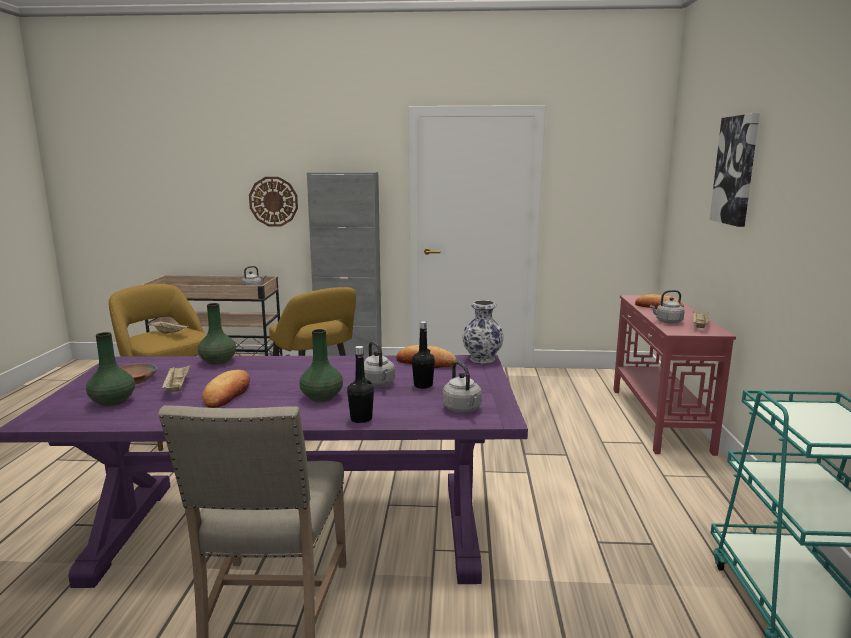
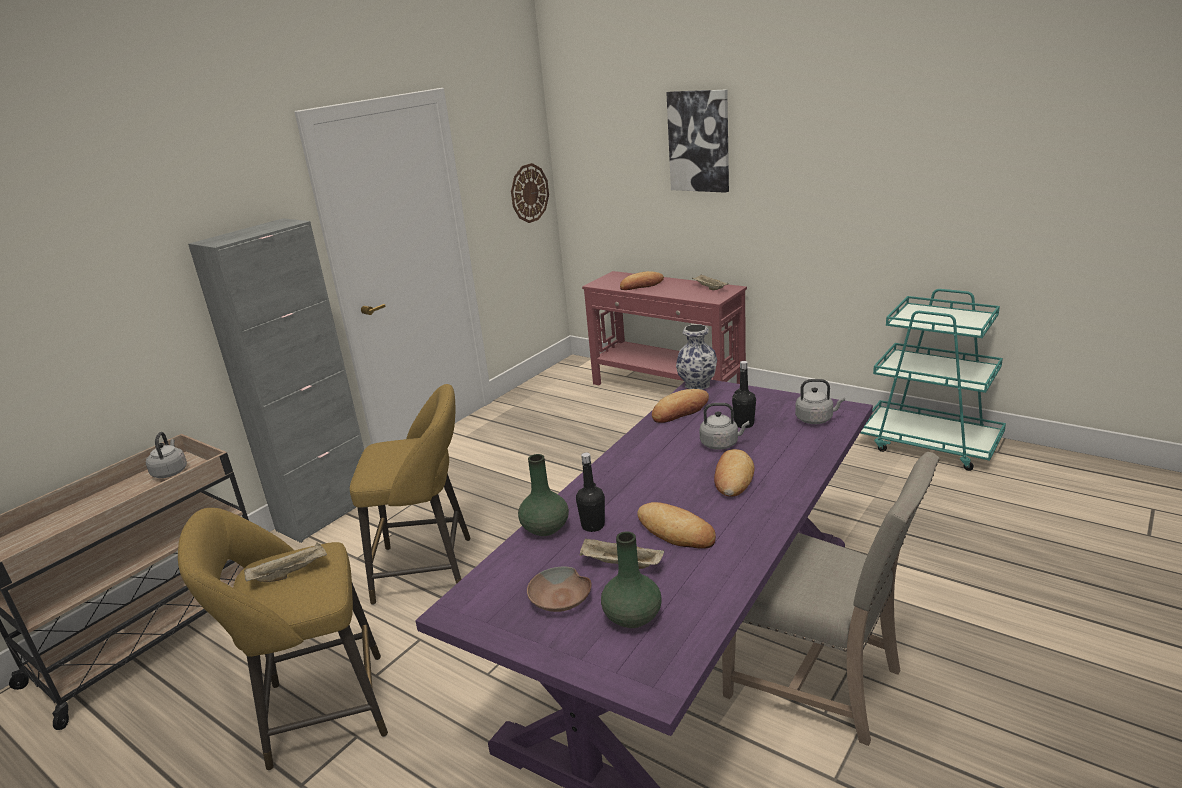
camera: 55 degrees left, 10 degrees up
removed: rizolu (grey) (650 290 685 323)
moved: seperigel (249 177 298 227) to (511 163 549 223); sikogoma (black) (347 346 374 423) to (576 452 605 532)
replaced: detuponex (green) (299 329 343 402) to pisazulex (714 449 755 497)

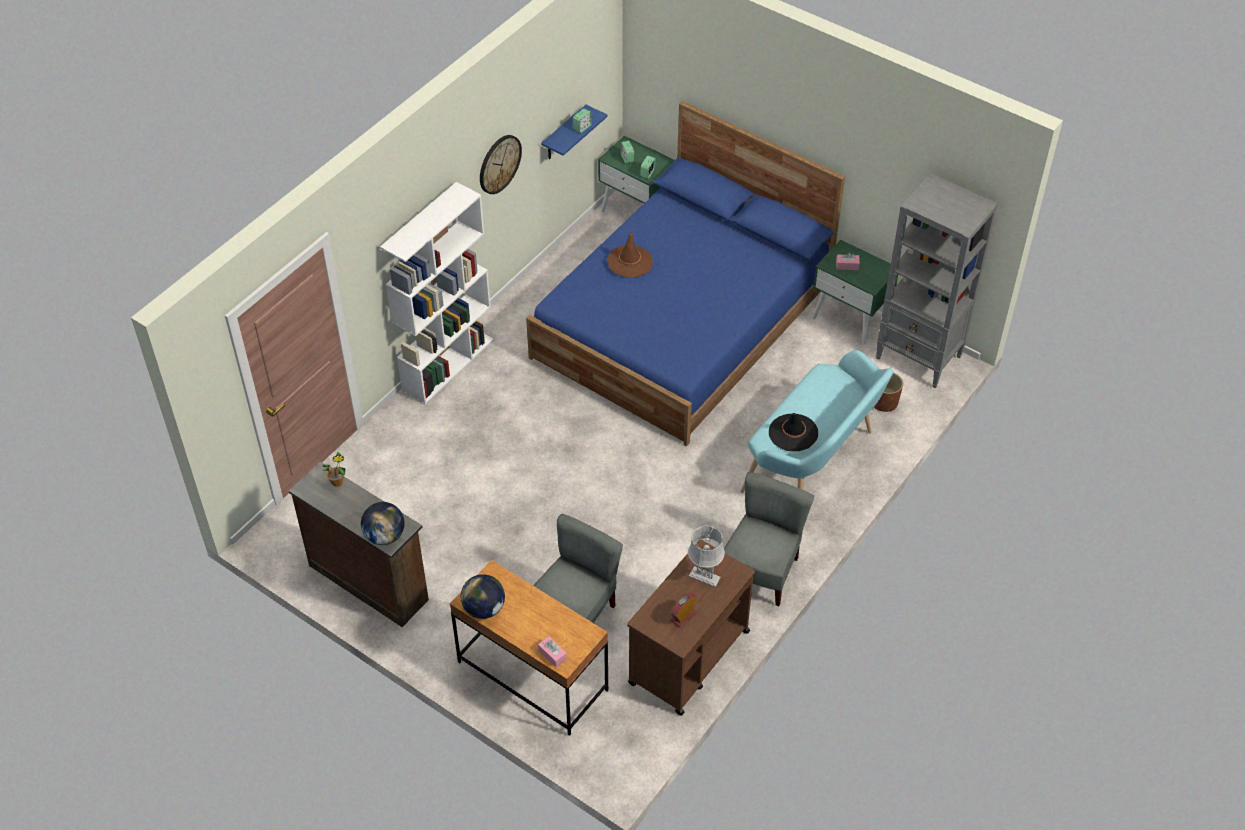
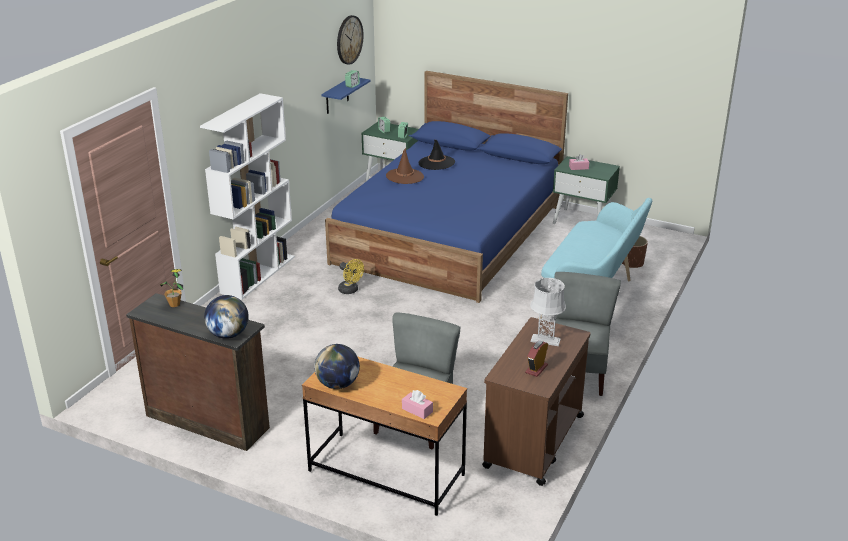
camera: 10 degrees left, 20 degrees down
removed: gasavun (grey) (876 173 998 388)
added: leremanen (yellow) (338 259 364 294)
moved: seperigel (480 135 522 194) to (337 15 364 65); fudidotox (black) (769 413 818 451) to (418 140 455 170)

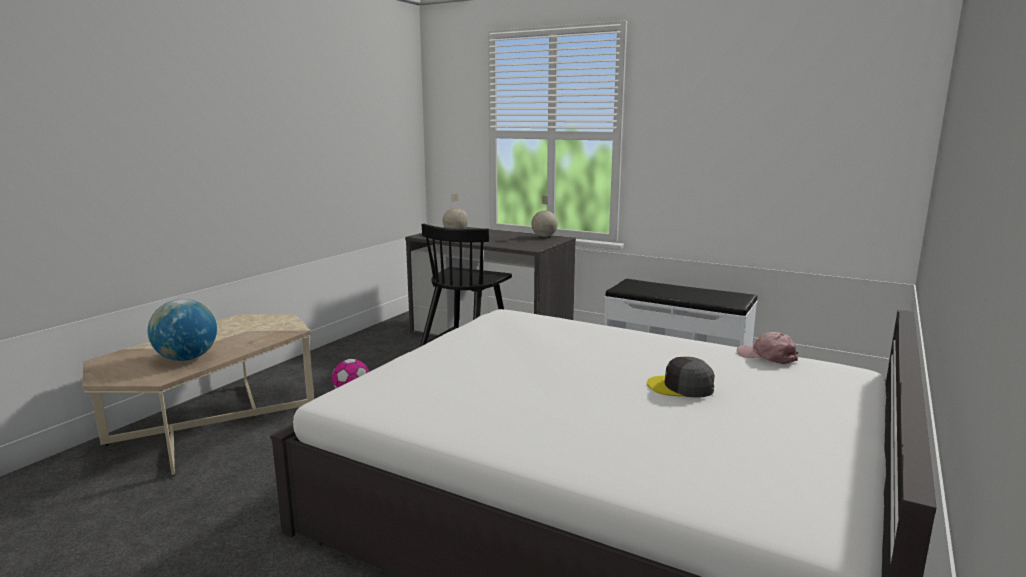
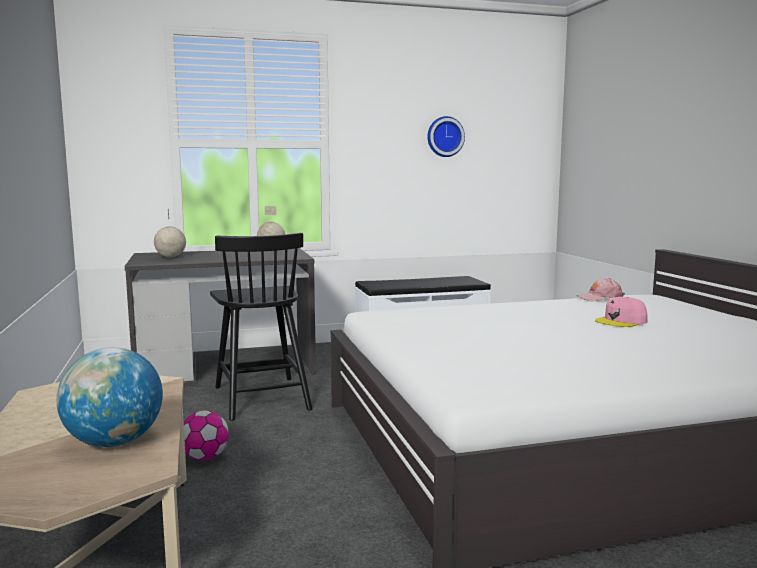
camera: 45 degrees left, 5 degrees down
added: seperigel (427 116 465 157)
recoloured: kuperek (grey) (647 357 715 398) to kuperek (pink) (595 297 648 327)

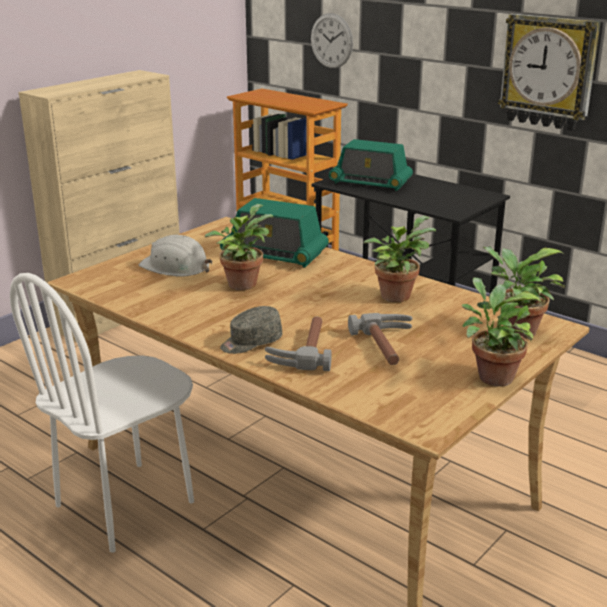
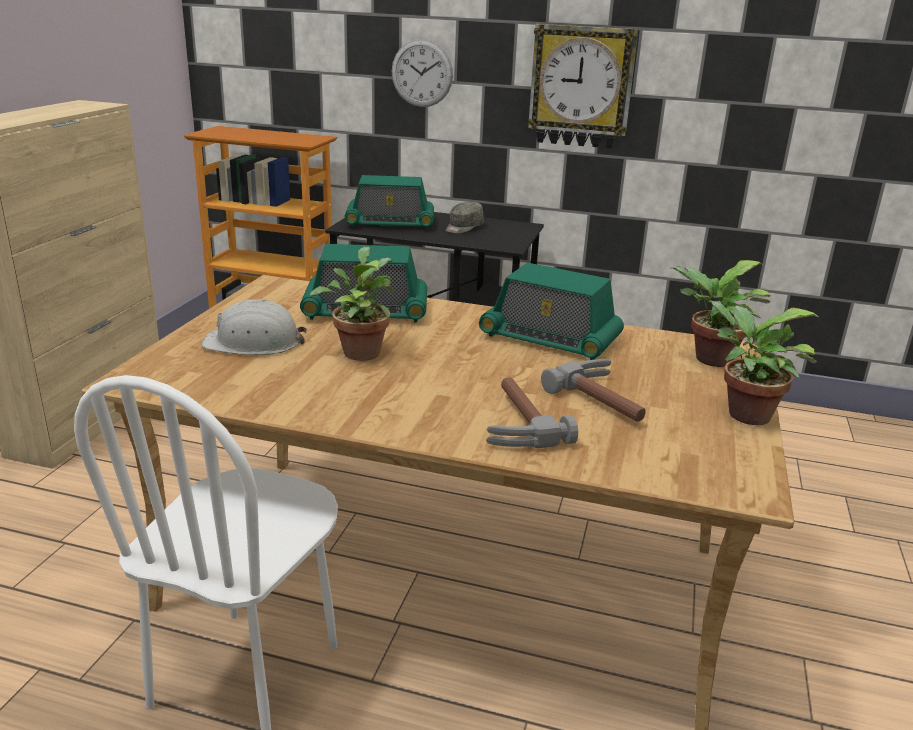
camera: 25 degrees left, 0 degrees up
moved: kuperek (grey) (220 306 282 354) to (446 202 484 234); seperigel (311 13 353 68) to (392 39 453 107)
replaced: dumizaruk (364 216 436 302) to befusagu (479 263 624 360)

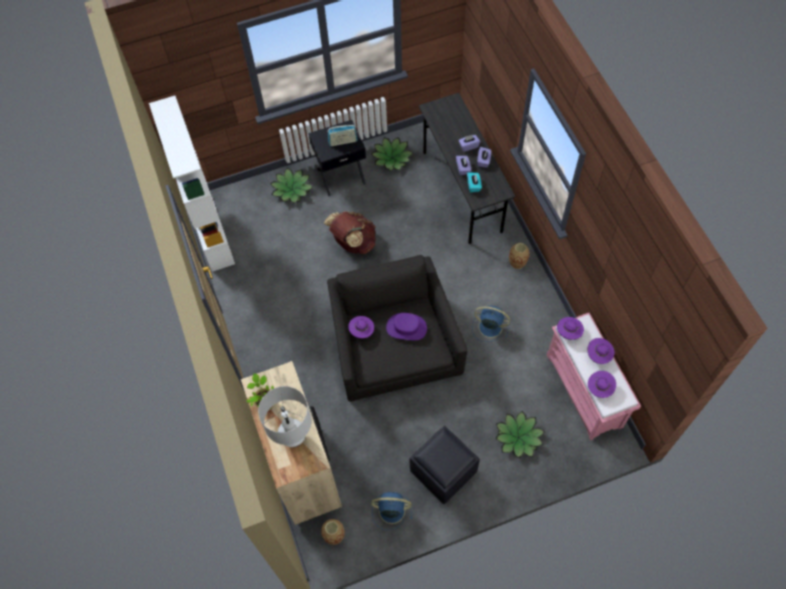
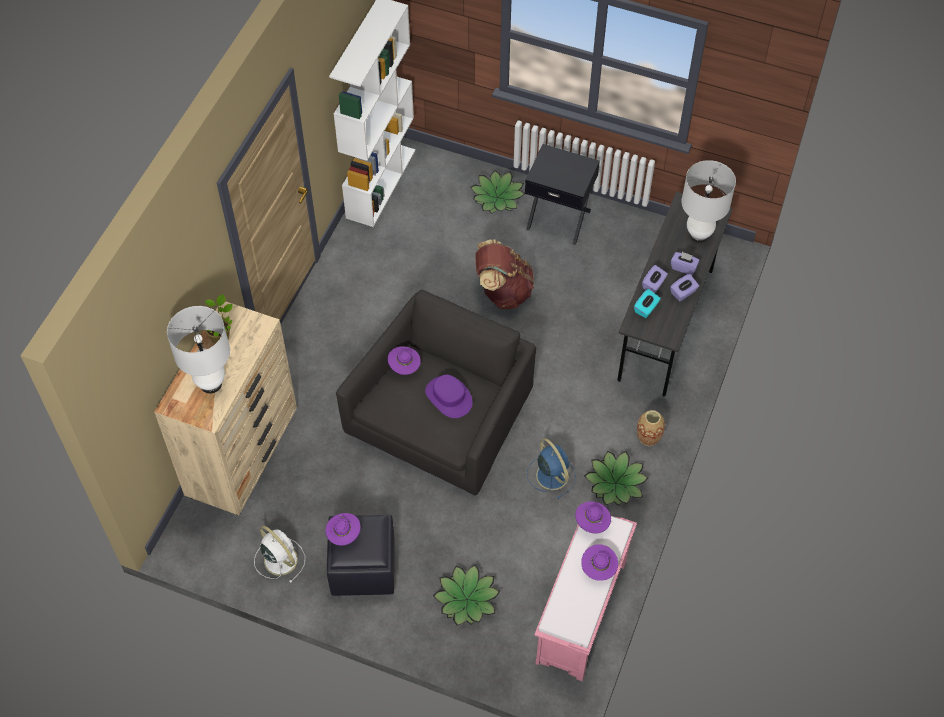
camera: 40 degrees right, 5 degrees down
removed: detuponex (321 519 345 545); befusagu (328 125 358 146)
added: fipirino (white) (681 160 736 243)
moved: dumizaruk (372 137 413 171) to (584 451 648 506); fudidotox (purple) (588 371 616 398) to (325 513 361 546)
recoloured: leremanen (blue) (371 492 412 530) to leremanen (white) (254 525 305 583)

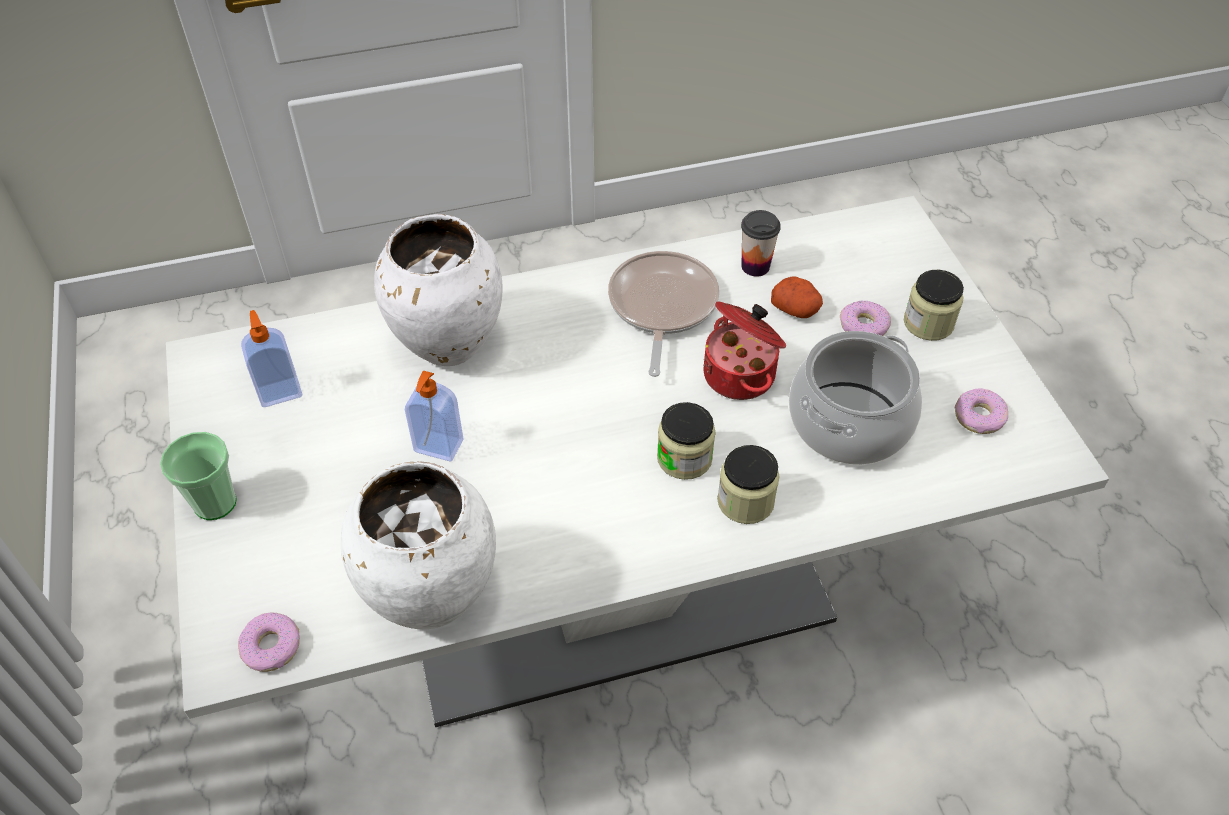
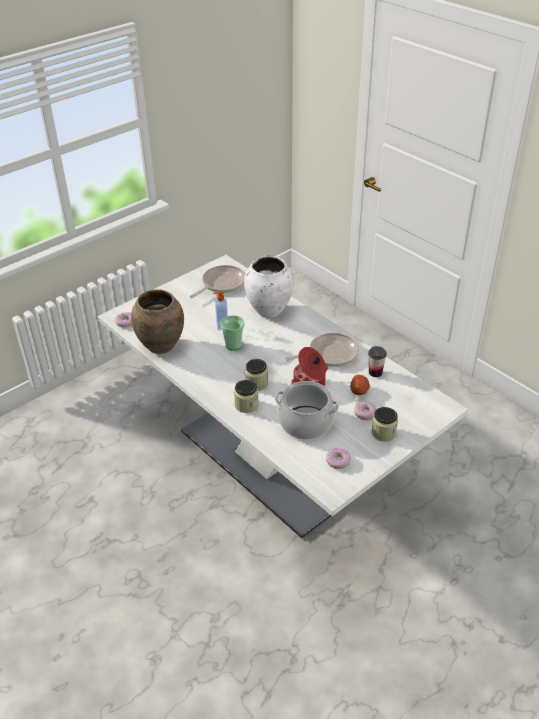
camera: 65 degrees right, 10 degrees down
moved: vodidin (160 432 237 520) to (220 315 245 350)
replaced: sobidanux (241 310 302 407) to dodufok (189 265 245 298)
recoloured: detuponex (white) (341 461 496 629) to detuponex (brown) (131 289 184 354)

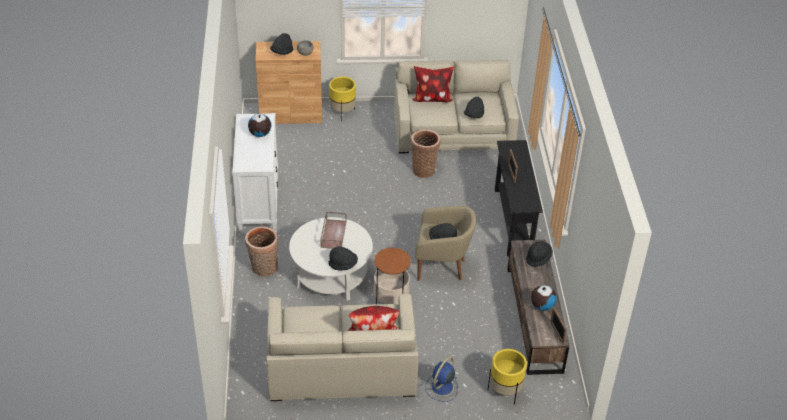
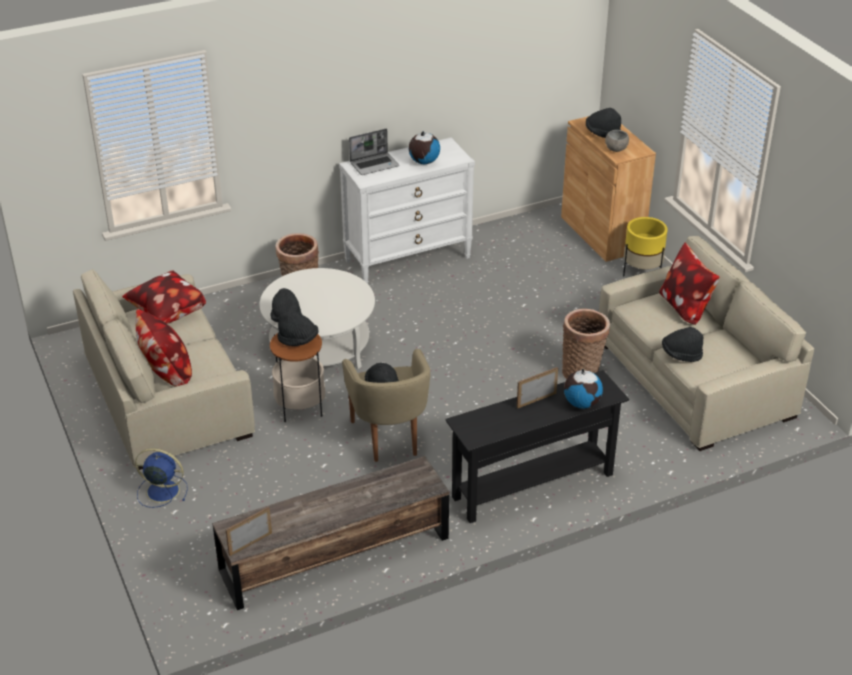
camera: 70 degrees right, 5 degrees down
removed: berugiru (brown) (320 211 347 249); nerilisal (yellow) (488 349 527 404)
added: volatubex (122 270 206 324); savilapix (349 129 399 175)
moved: fudidotox (black) (526 241 553 267) to (277 311 319 346); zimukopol (531 285 557 311) to (564 369 603 409)

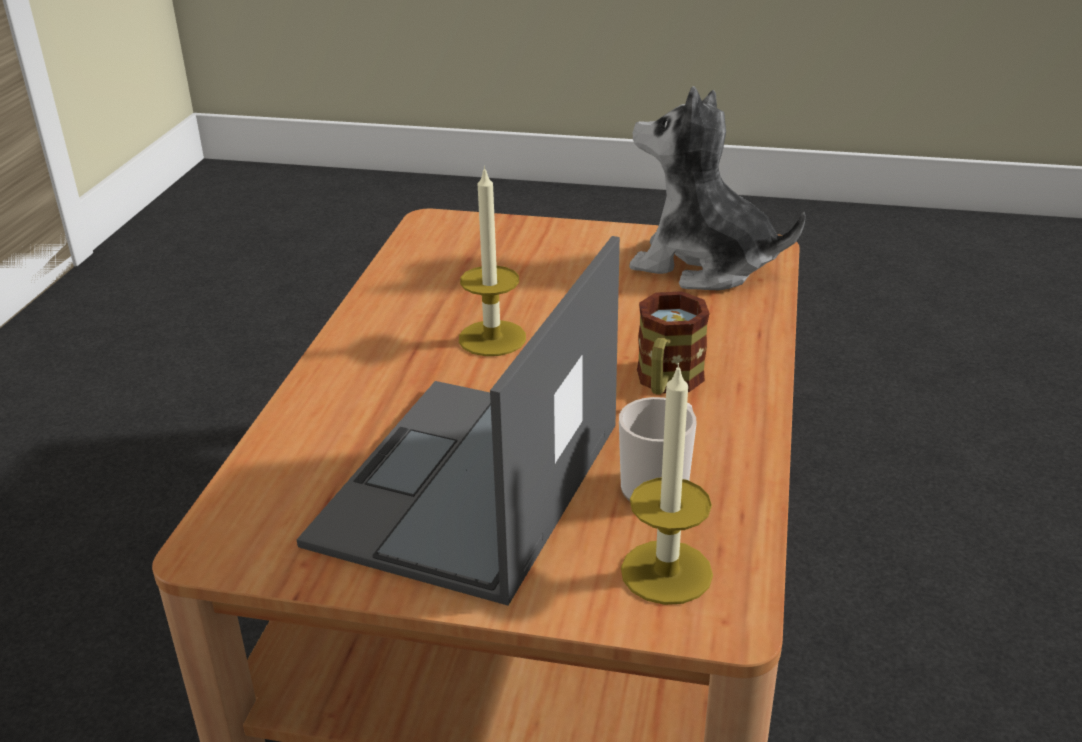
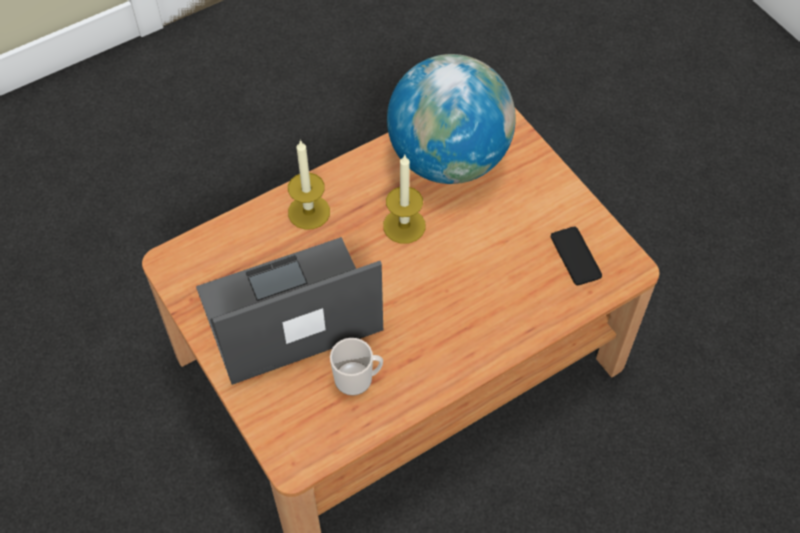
camera: 45 degrees right, 25 degrees up
removed: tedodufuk (637 291 710 395)
added: zimukopol (387 54 516 184)
moved: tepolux (621 363 713 605) to (288 139 330 230)
replaced: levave (629 86 806 290) to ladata (551 226 602 285)

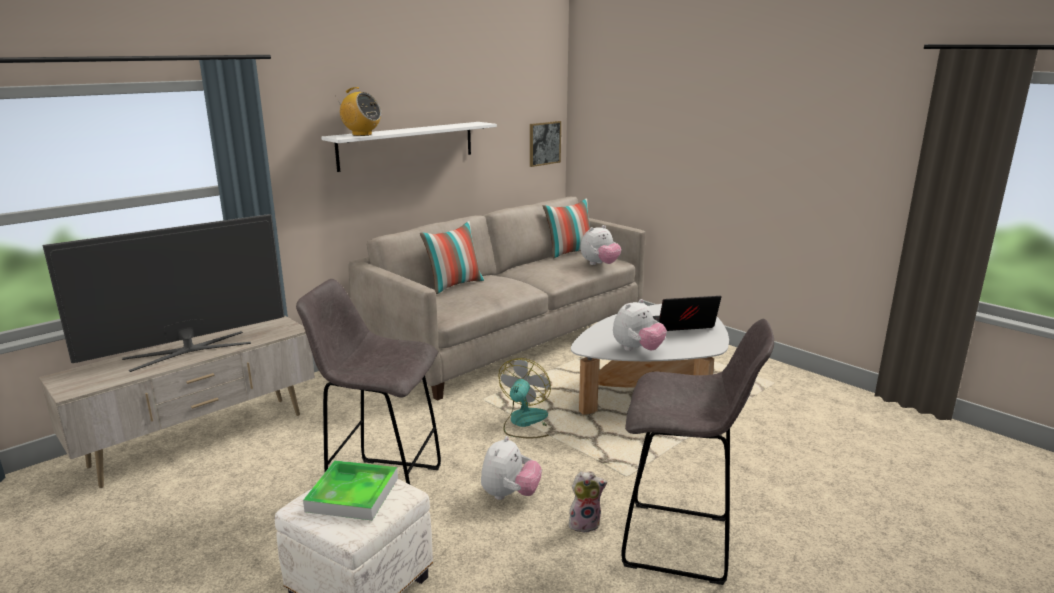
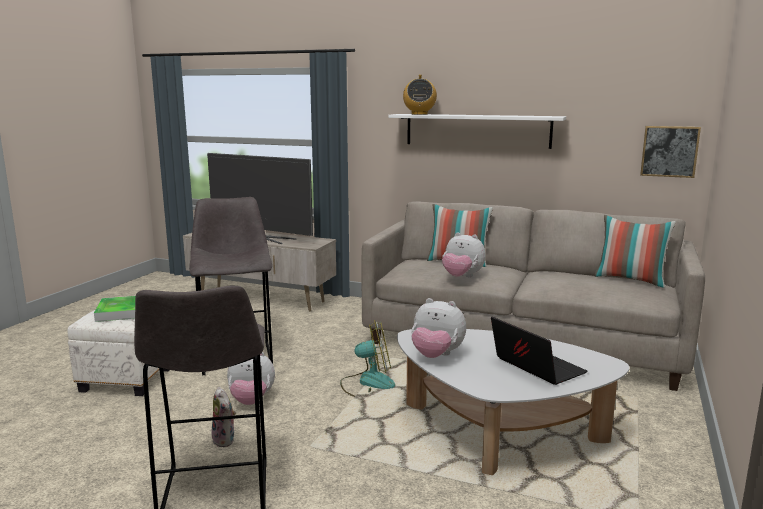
camera: 65 degrees right, 5 degrees down
moved: levave (580 225 621 265) to (442 232 486 277)

